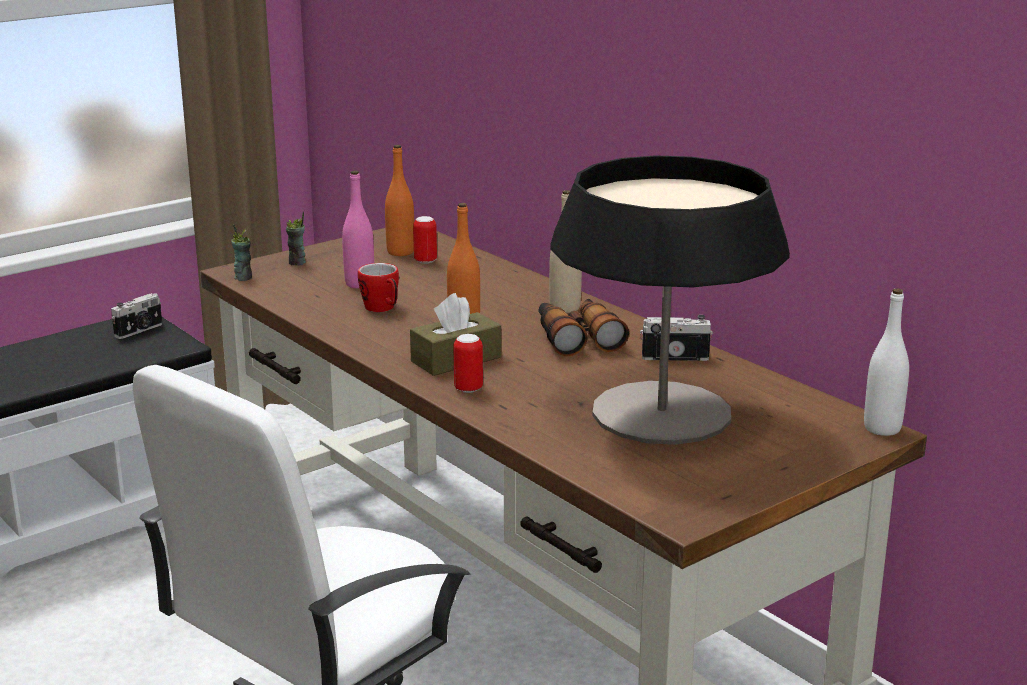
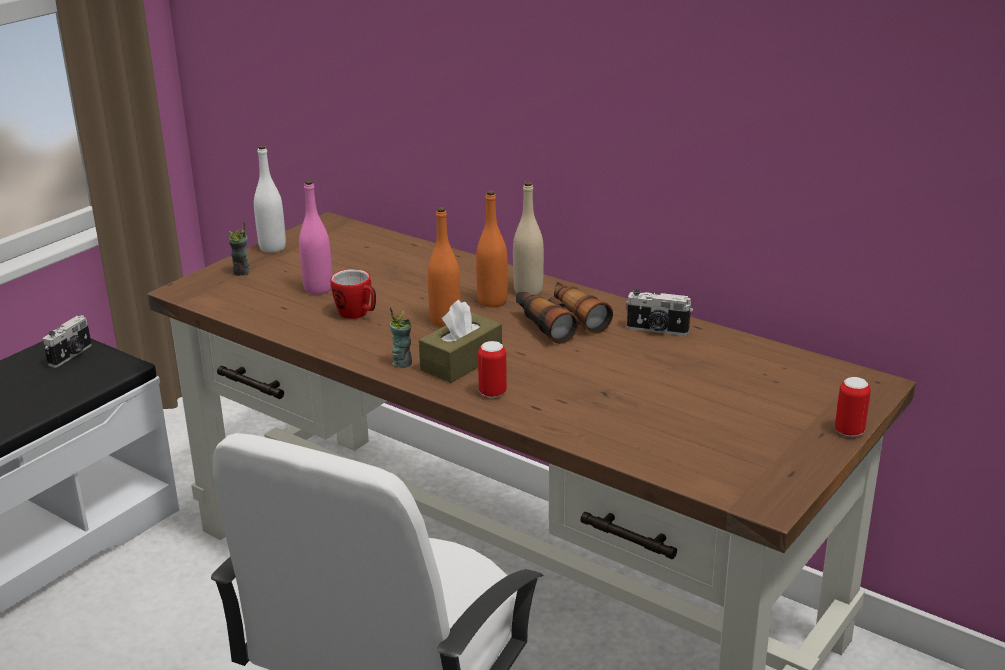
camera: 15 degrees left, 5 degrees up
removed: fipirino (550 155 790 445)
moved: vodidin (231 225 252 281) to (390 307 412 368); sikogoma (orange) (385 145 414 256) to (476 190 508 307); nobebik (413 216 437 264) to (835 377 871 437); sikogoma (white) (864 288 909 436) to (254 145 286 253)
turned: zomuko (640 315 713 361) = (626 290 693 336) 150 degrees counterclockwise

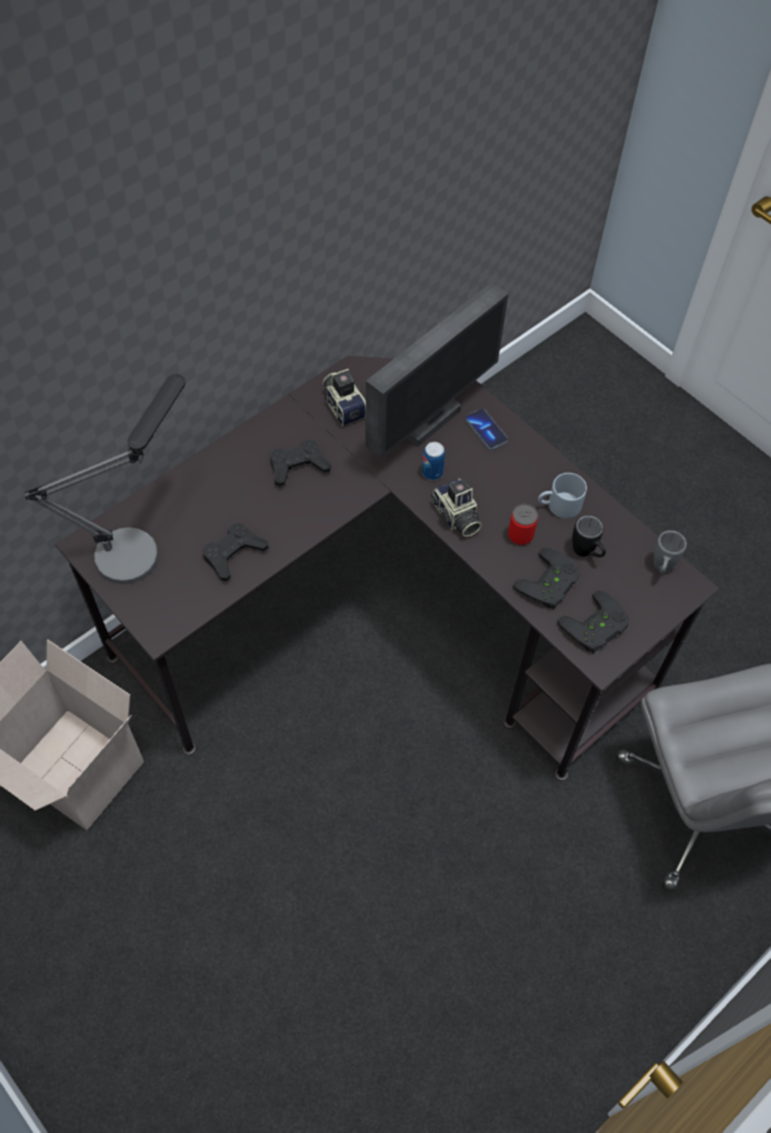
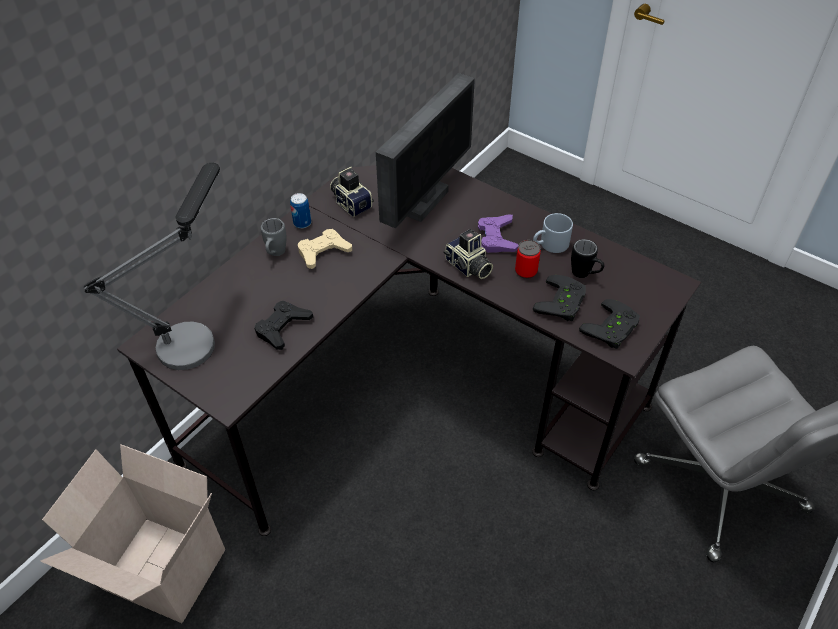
camera: 10 degrees left, 10 degrees down
removed: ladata (465 409 508 450)
added: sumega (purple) (478 214 519 253)
moved: nobebik (422 442 445 480) to (290 193 311 229); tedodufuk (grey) (653 530 687 574) to (261 218 287 256)
recoloured: sumega (black) (270 439 331 487) to sumega (beige) (298 229 352 269)

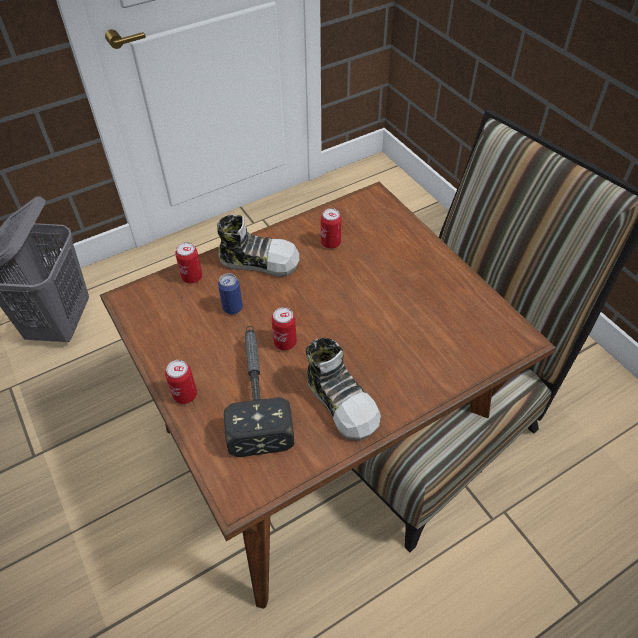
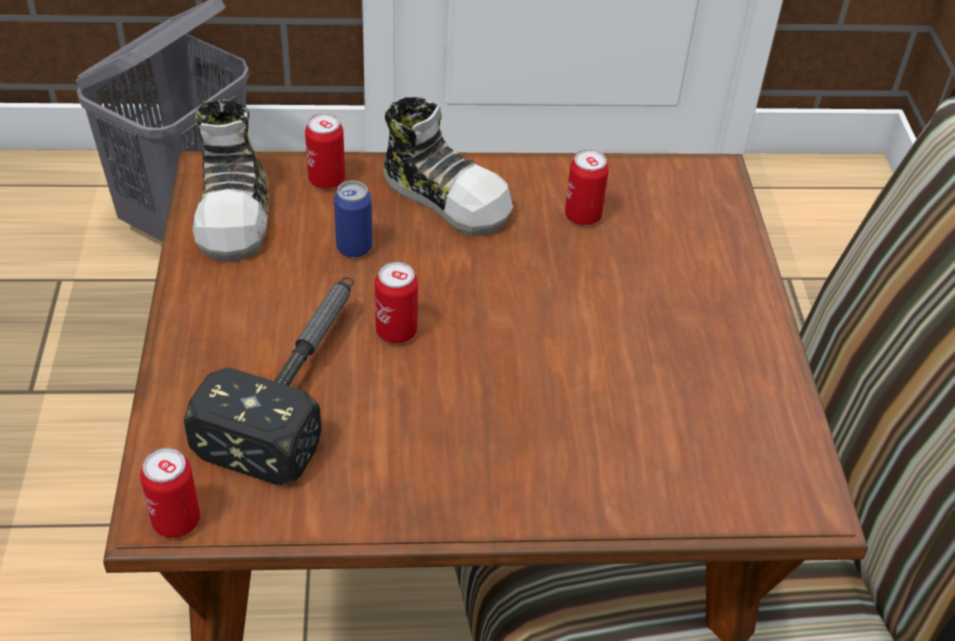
camera: 25 degrees right, 5 degrees down
moved: nobebik (165 360 197 404) to (140 448 200 538); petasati (306 338 381 441) to (193 99 268 262)

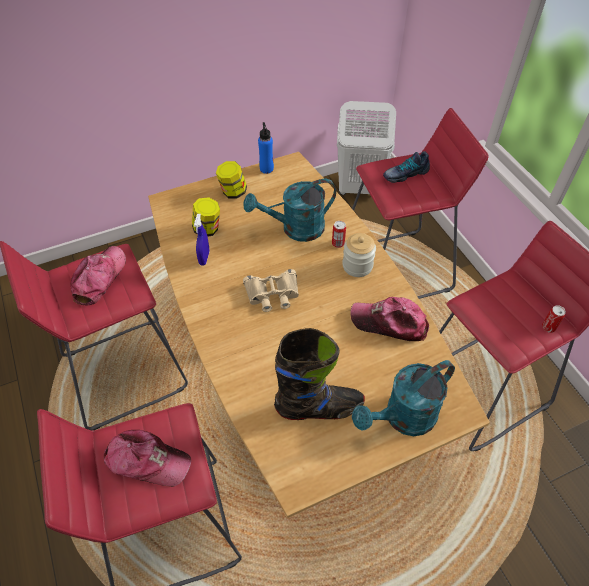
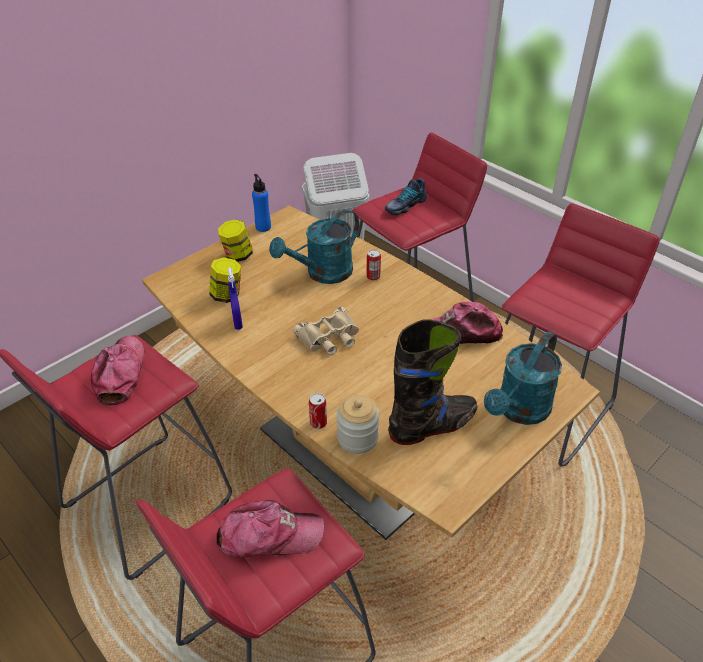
camera: 20 degrees left, 10 degrees down
moved: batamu (342 233 376 277) to (337 395 379 454); nobebik (542 305 566 333) to (309 393 327 429)

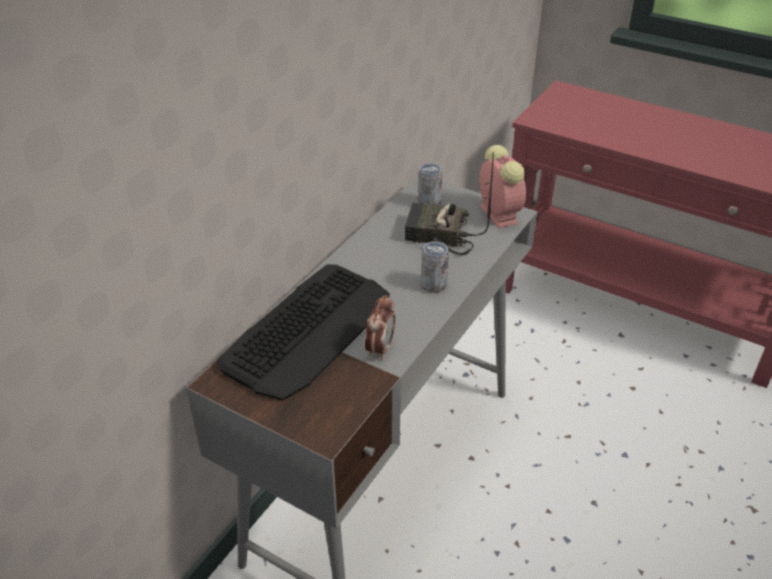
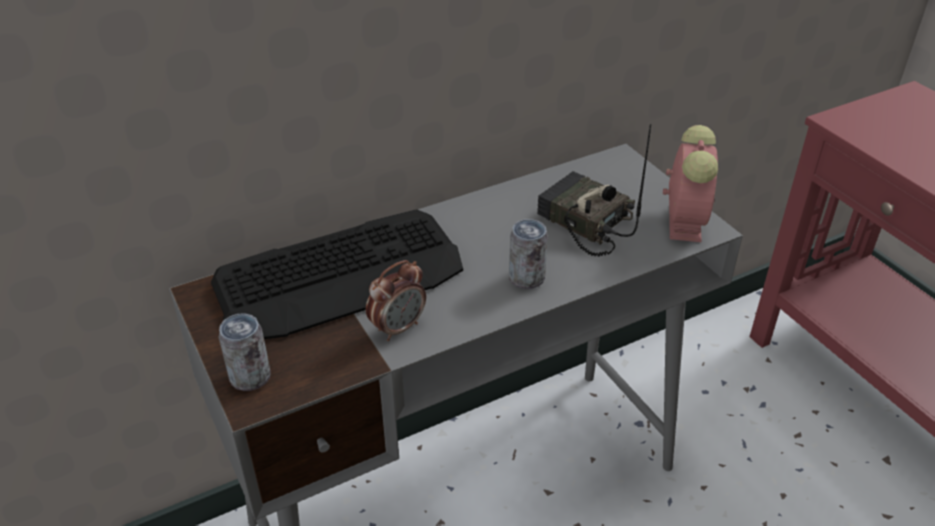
camera: 30 degrees right, 0 degrees up
moved: nobebik (418 163 442 206) to (219 313 271 391)

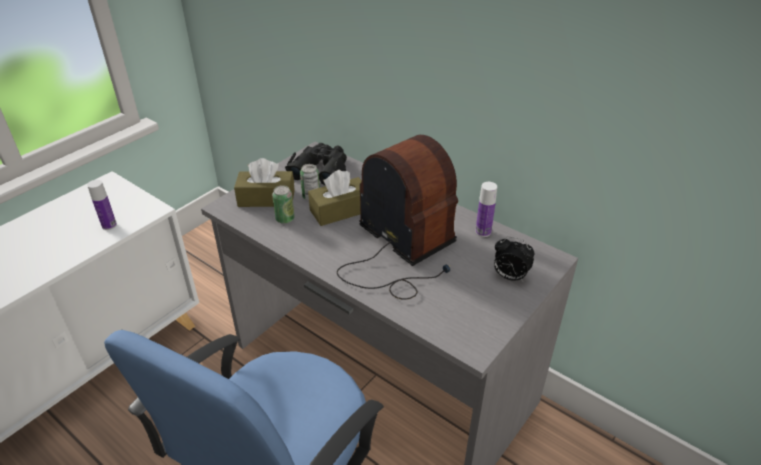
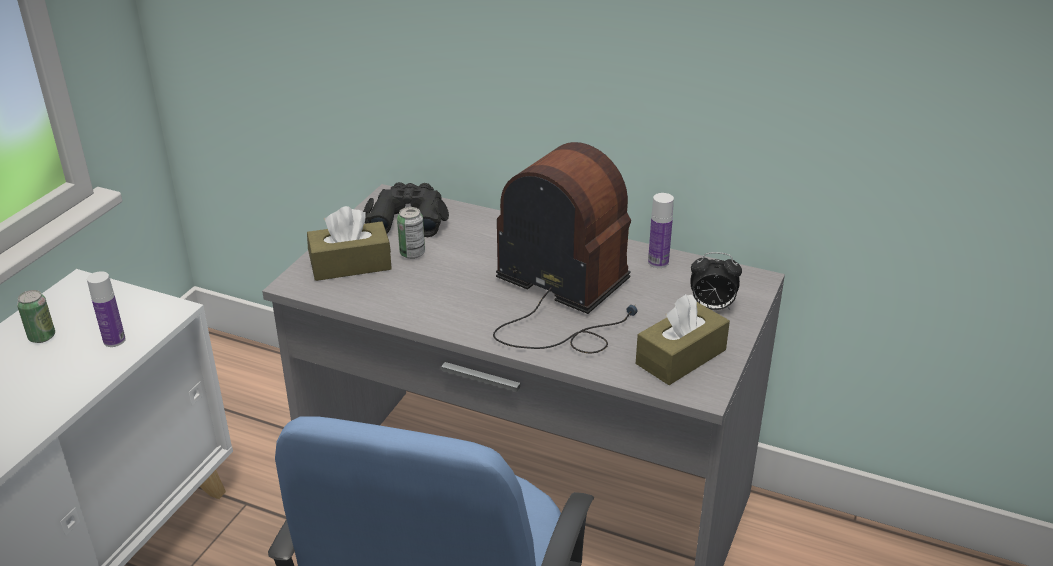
camera: 15 degrees left, 5 degrees down
moved: nobebik (272 185 295 224) to (17 290 55 343); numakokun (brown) (308 170 362 226) to (636 294 730 385)

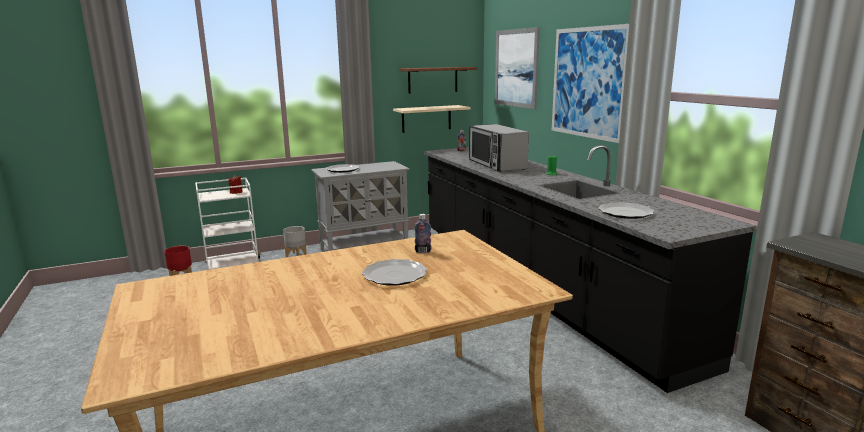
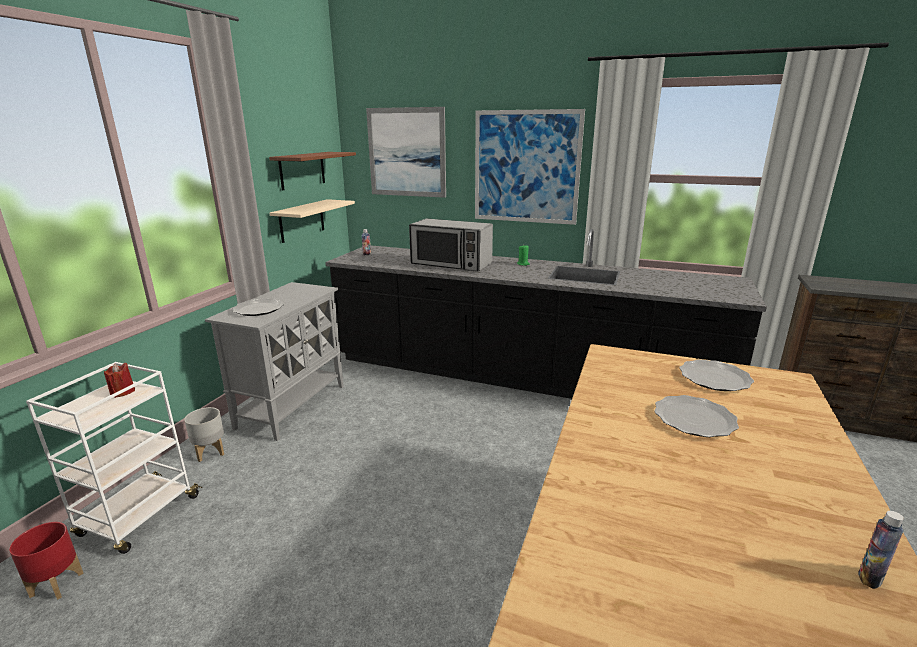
camera: 45 degrees left, 5 degrees up
moved: sikogoma (414 214 432 253) to (858 511 904 589); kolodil (598 202 654 219) to (679 359 754 391)

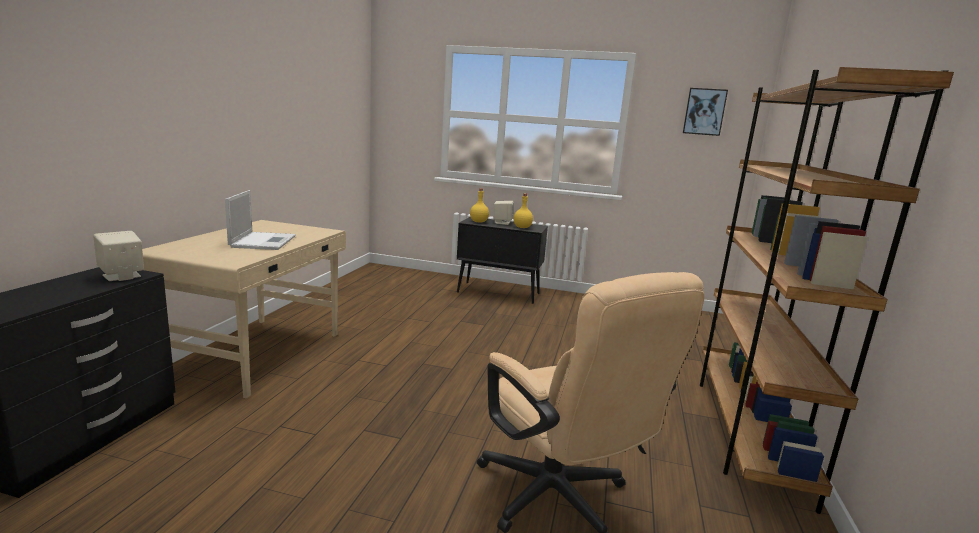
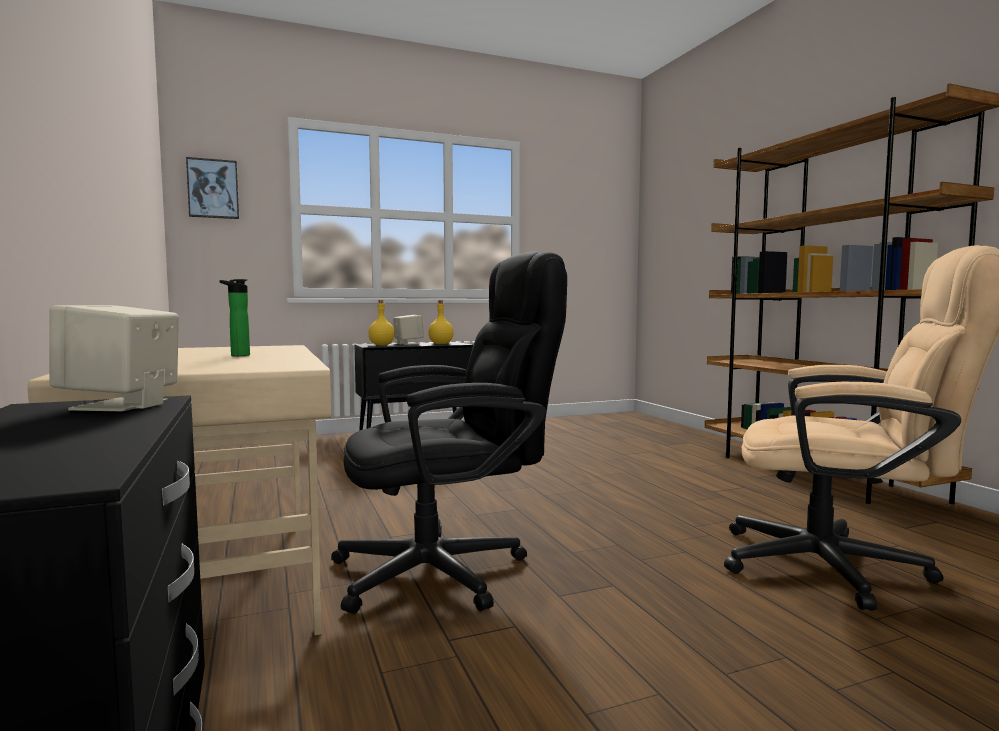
camera: 35 degrees left, 10 degrees down
added: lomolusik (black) (331 251 567 614)
moved: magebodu (683 88 728 136) to (186 157 239 219)
replaced: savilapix (225 190 296 250) to sikogoma (220 279 250 356)

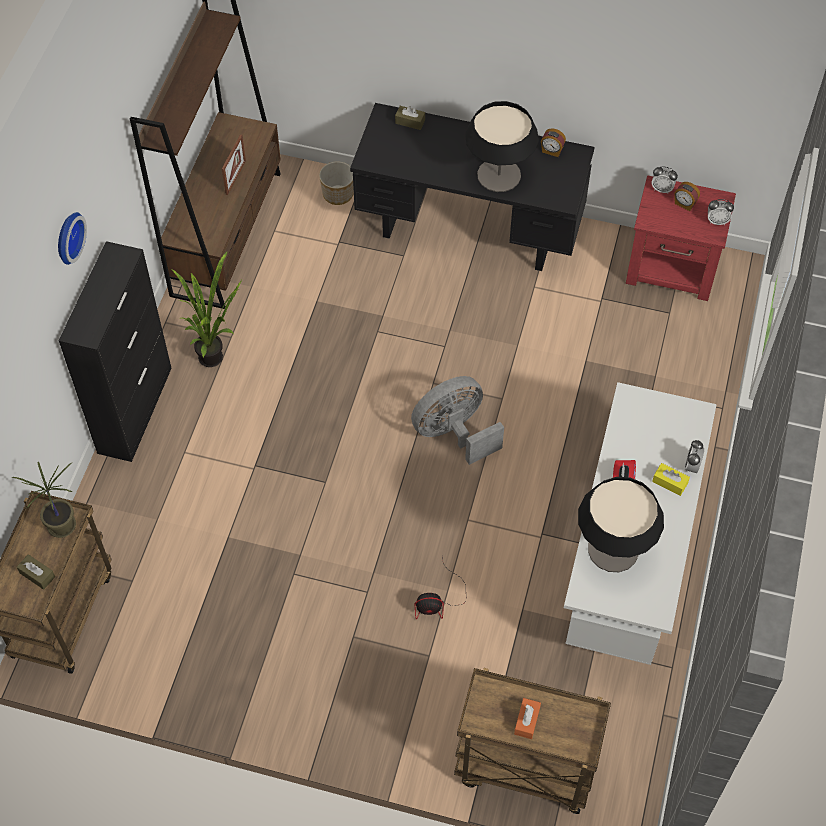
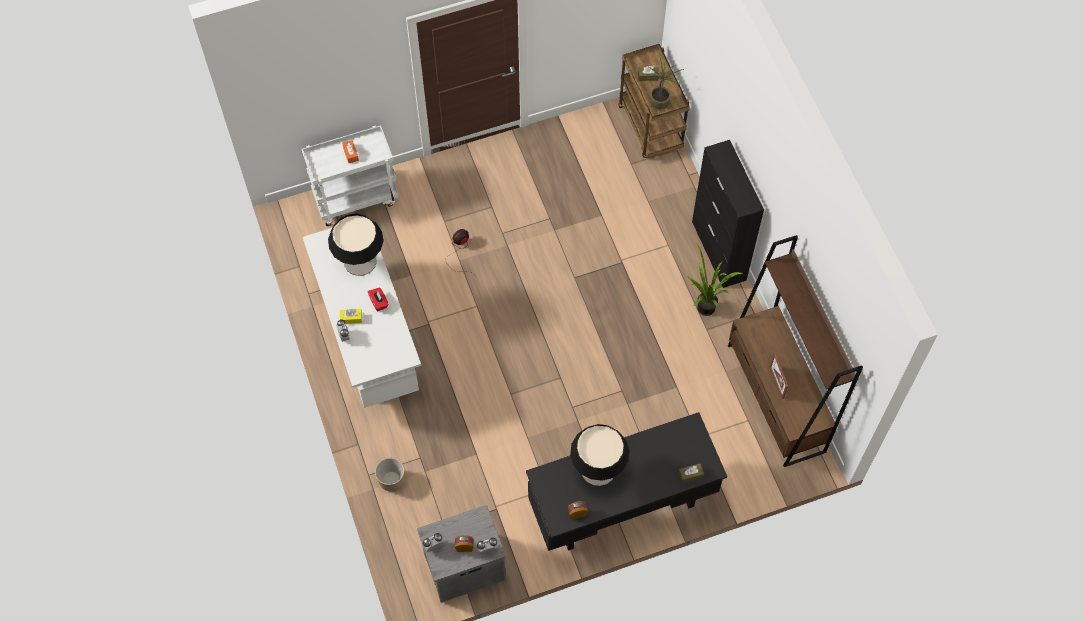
camera: 145 degrees right, 5 degrees up
removed: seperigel (58 212 87 265); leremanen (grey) (411 376 504 465)
moved: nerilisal (319 161 354 205) to (375 458 404 491)
recoloured: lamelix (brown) (454 668 611 814) to lamelix (white) (302 125 399 226); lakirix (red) (625 175 736 301) to lakirix (grey) (417 505 506 603)

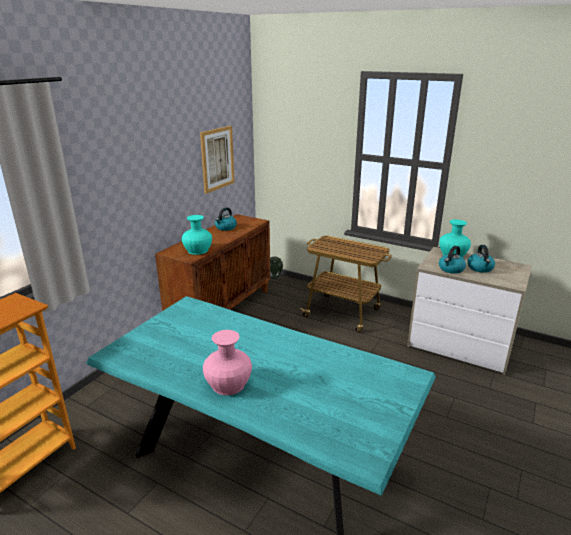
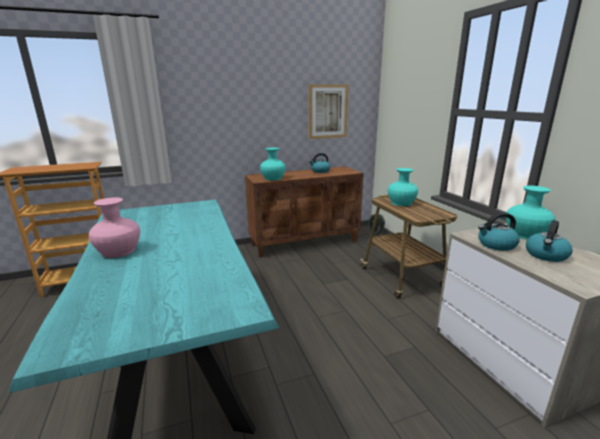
camera: 40 degrees right, 5 degrees down
added: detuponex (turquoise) (388 168 418 206)

